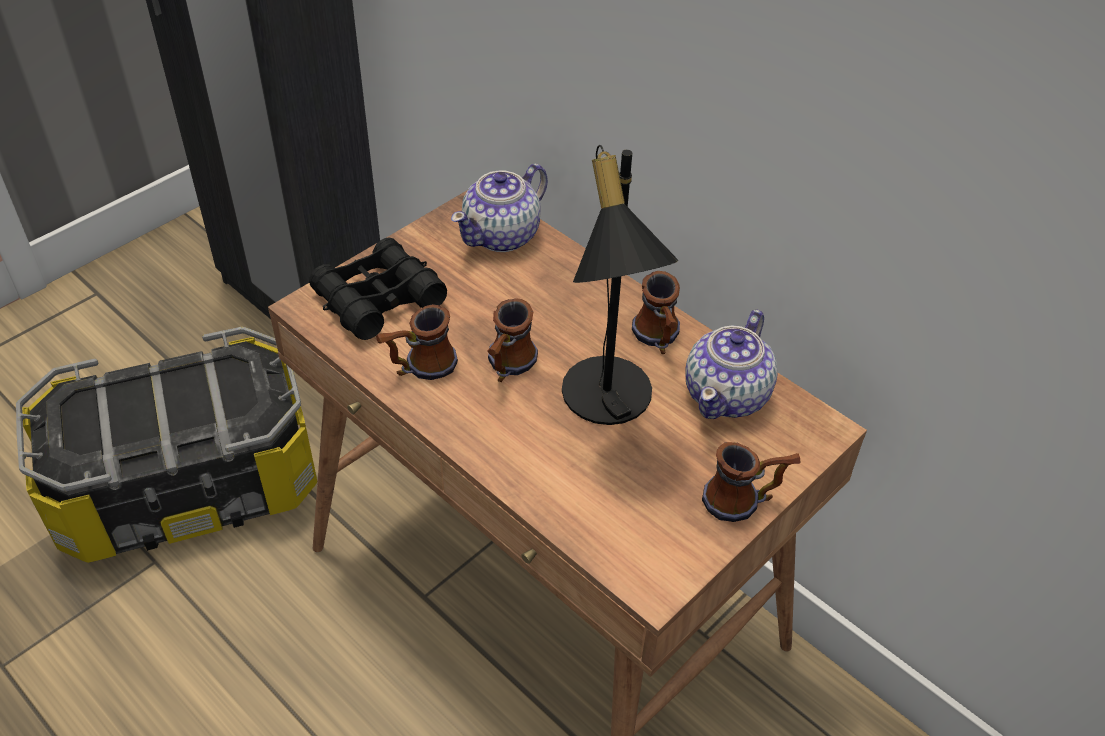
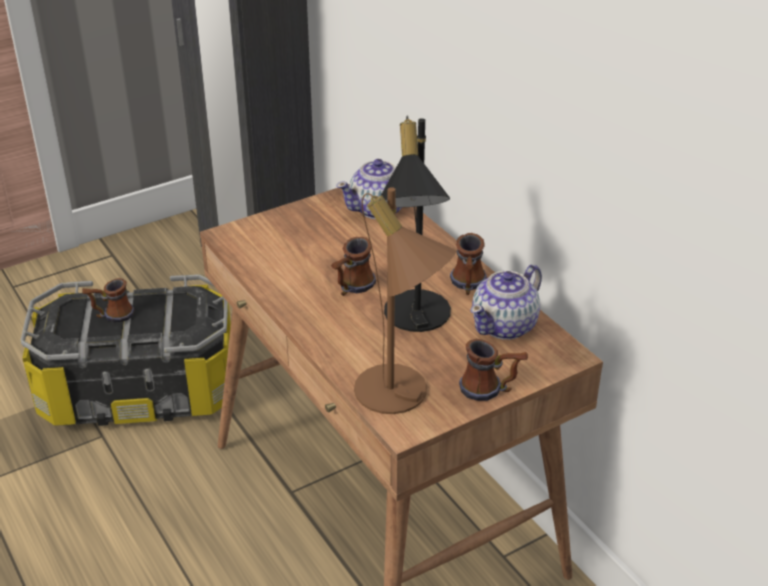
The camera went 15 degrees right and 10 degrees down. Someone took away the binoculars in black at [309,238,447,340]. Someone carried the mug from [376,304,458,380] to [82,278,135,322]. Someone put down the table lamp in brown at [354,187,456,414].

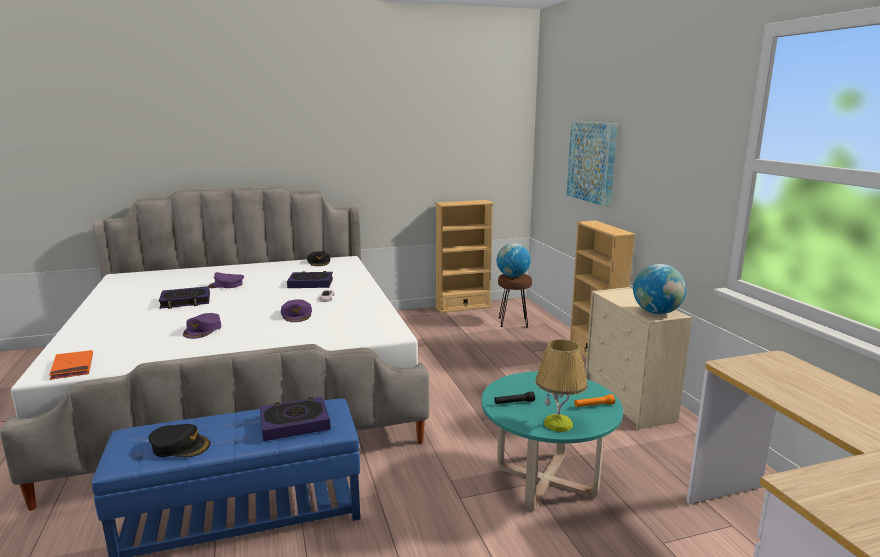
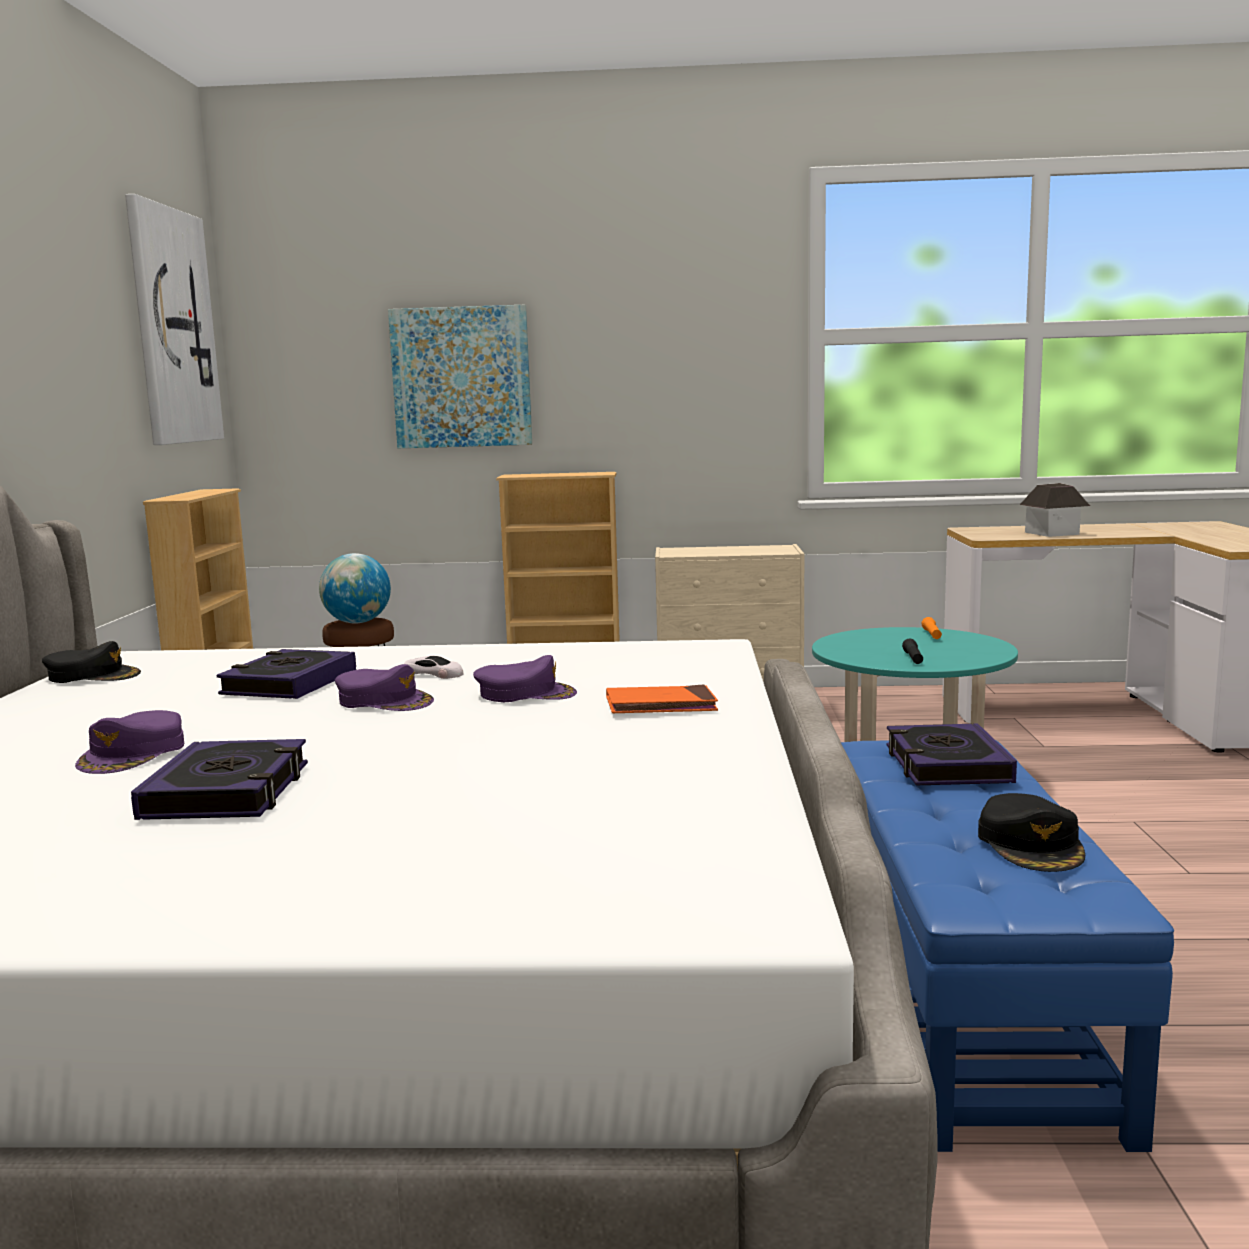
The camera went 70 degrees left and 5 degrees down. Someone carried the book in orange from [49,350,93,380] to [606,684,718,713]. Someone rotated the cap in black at [148,424,210,457] by 150 degrees clockwise. Someone carried the cap in purple from [183,313,221,339] to [335,664,434,711]. Someone took away the table lamp at [535,339,588,432]. Someone took away the globe at [633,264,686,314]. Someone put up the picture at [125,194,224,445]. Someone put down the toy house at [1020,483,1090,537].

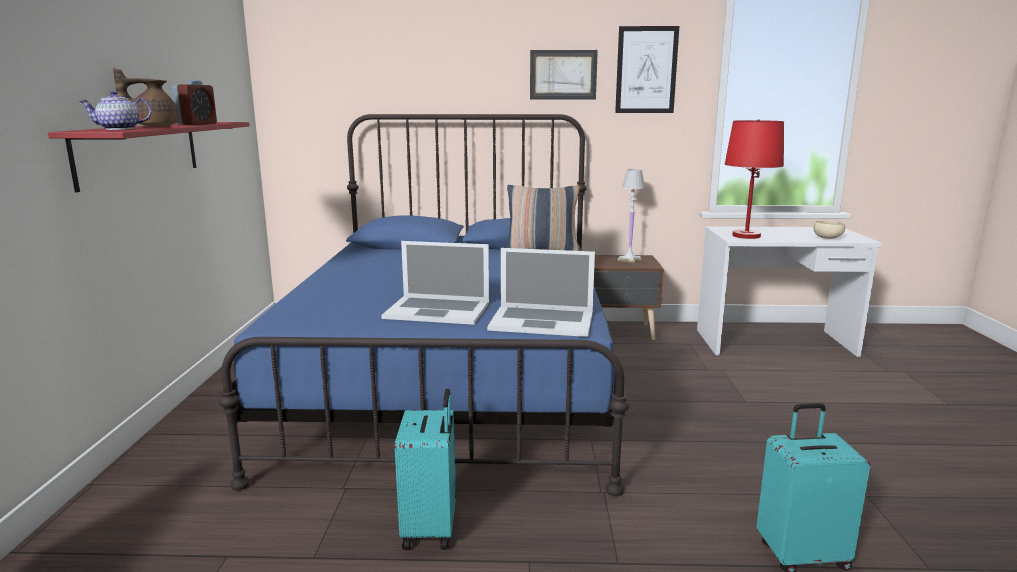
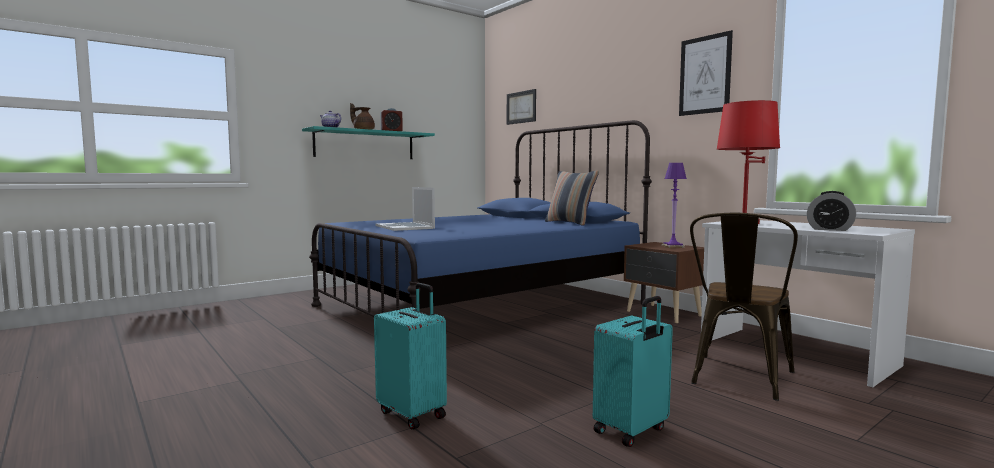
The camera went 50 degrees right and 10 degrees down. Someone repainted the shelf in red at [48,122,250,192], which became the shelf in turquoise at [302,126,435,159]. Someone carried the suitcase in turquoise from [395,389,456,550] to [593,296,673,447]. Someone took away the laptop at [487,248,595,337]. Someone carried the picture from [530,50,598,99] to [507,89,536,125]. Someone repainted the table lamp in white at [617,169,645,263], which became the table lamp in purple at [662,163,687,248]. Someone swapped the bowl in beige at [813,220,845,239] for the alarm clock at [807,191,856,231]. Someone put down the chair in brown at [690,212,798,401].

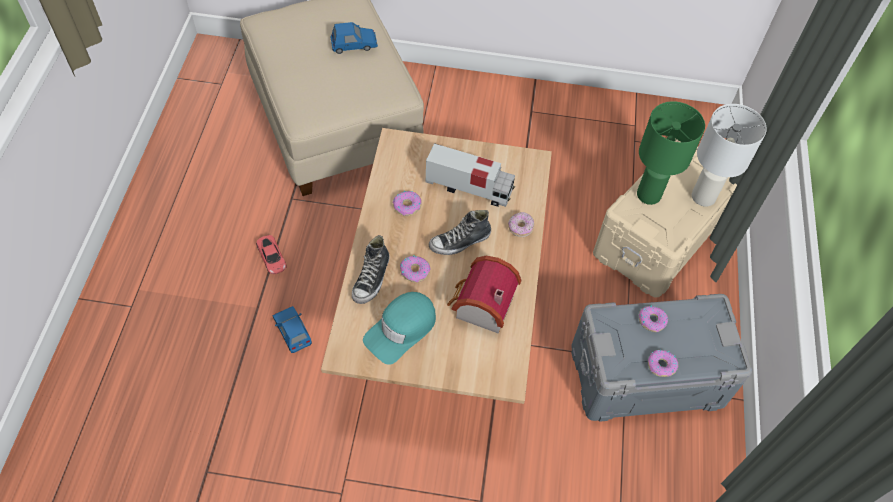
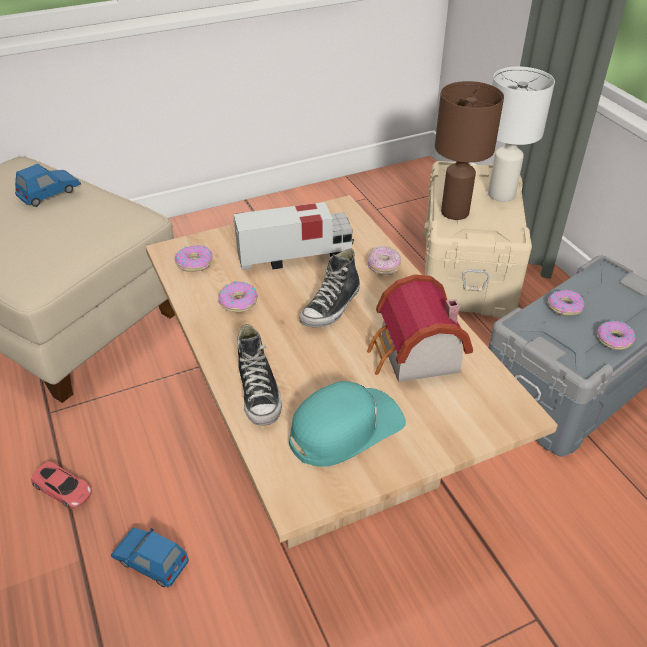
The camera went 30 degrees left and 15 degrees down. Someone rotated the cap in turquoise at [363,292,436,365] by 135 degrees counterclockwise. Someone carried the donut from [400,255,431,283] to [175,245,212,272]. Someone repainted the table lamp in green at [637,101,705,205], which became the table lamp in brown at [435,81,504,220].

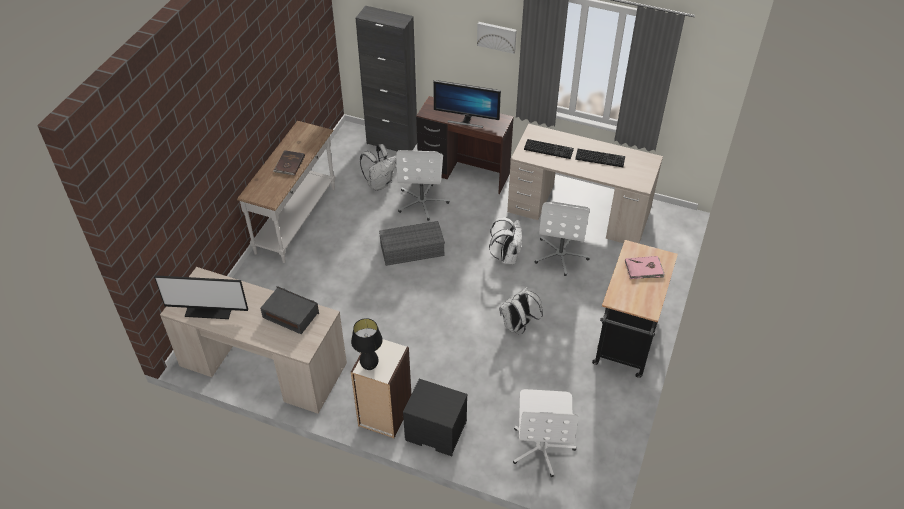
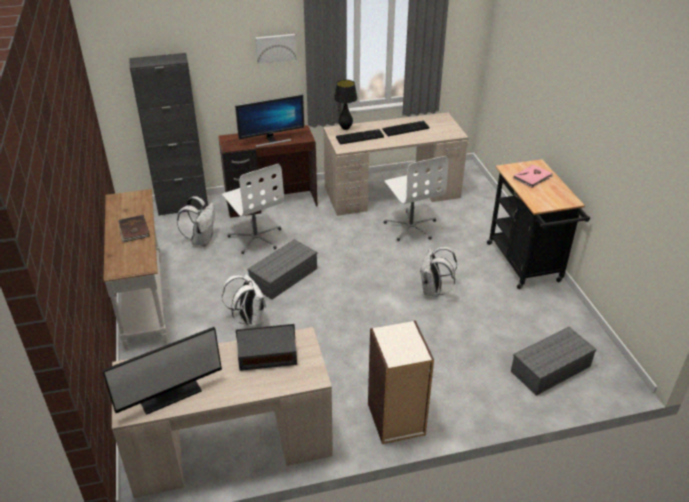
The camera went 35 degrees left and 10 degrees down. Someone carried the table lamp in black from [351,318,383,370] to [334,80,358,130]. Someone took away the nightstand in black at [403,379,468,456]. Someone carried the backpack in white from [489,217,522,264] to [222,274,266,327]. Someone swapped the office chair in white at [513,389,578,477] for the storage box in grey at [511,327,597,396].

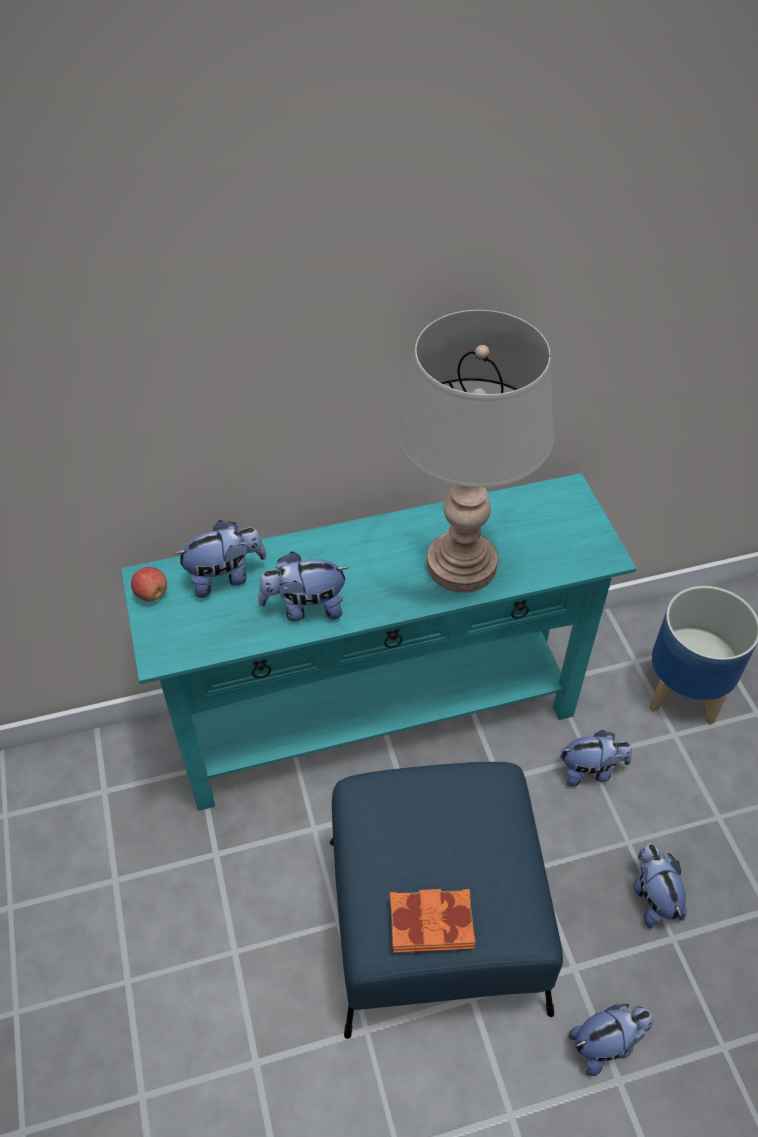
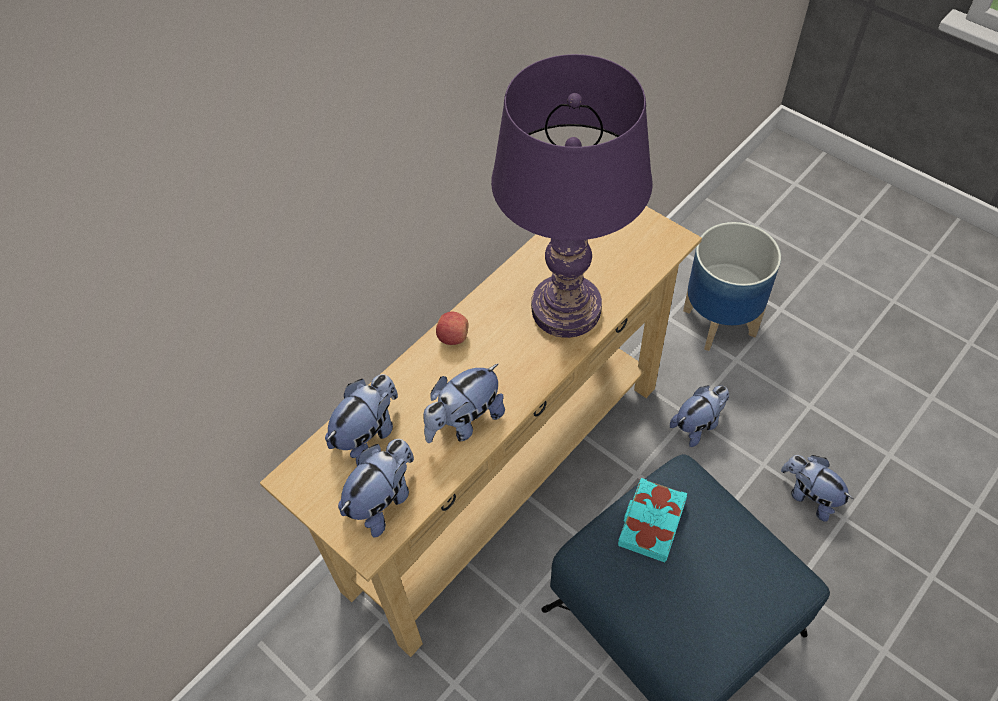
The camera went 30 degrees left and 5 degrees up. Someone repainted the console table in turquoise at [121,473,637,811], which became the console table in beige at [260,206,702,657]. Someone carried the apple from [131,567,167,601] to [436,312,469,345]. Someone took away the book in orange at [390,889,475,953]. Someone repainted the table lamp in grey at [396,310,554,593], which became the table lamp in purple at [491,54,653,338]. Someone carried the plush toy from [568,1004,653,1076] to [338,439,414,538]. Someone put down the book in turquoise at [618,478,687,562].

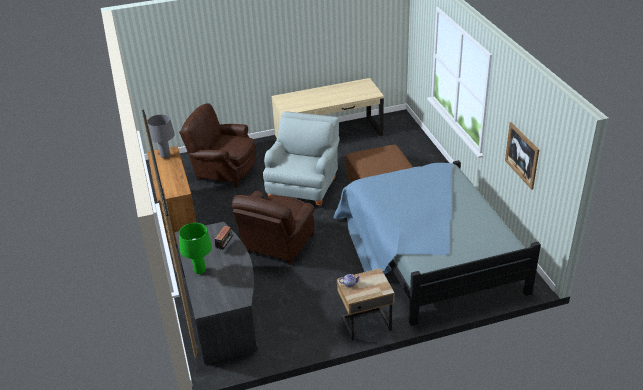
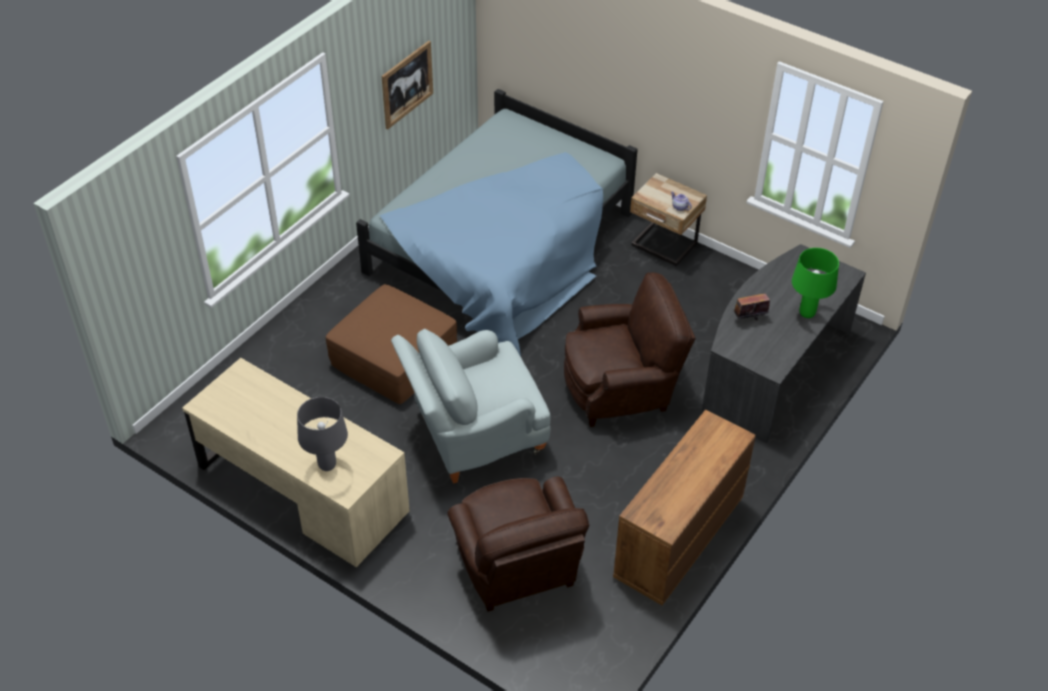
The camera went 130 degrees left and 10 degrees up. Someone carried the table lamp in grey from [147,114,175,159] to [297,397,348,471].

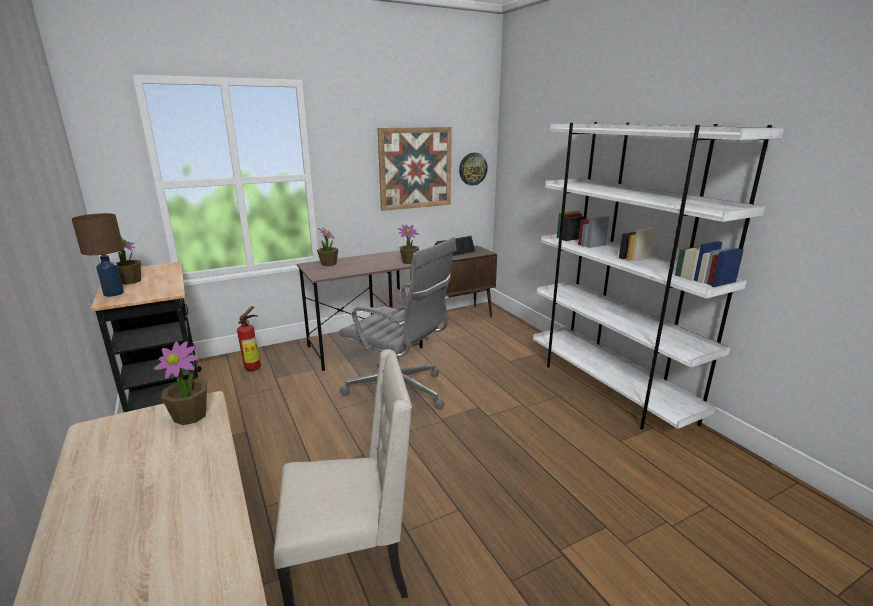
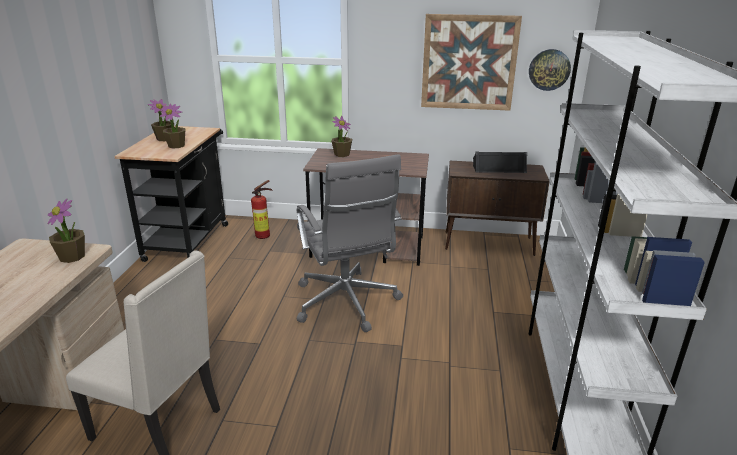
The camera went 35 degrees right and 5 degrees up. Someone took away the table lamp in brown at [72,213,124,297]. Someone carried the potted plant from [398,225,419,264] to [160,104,185,149].

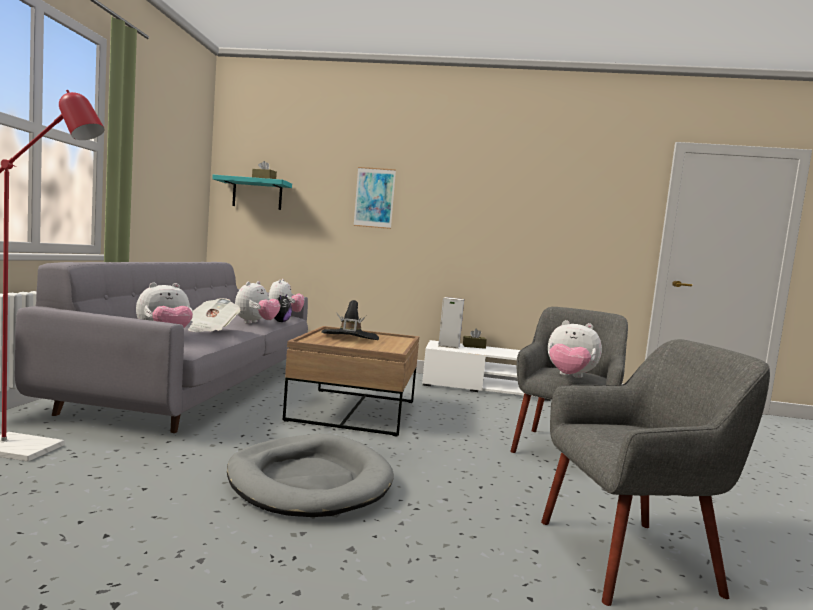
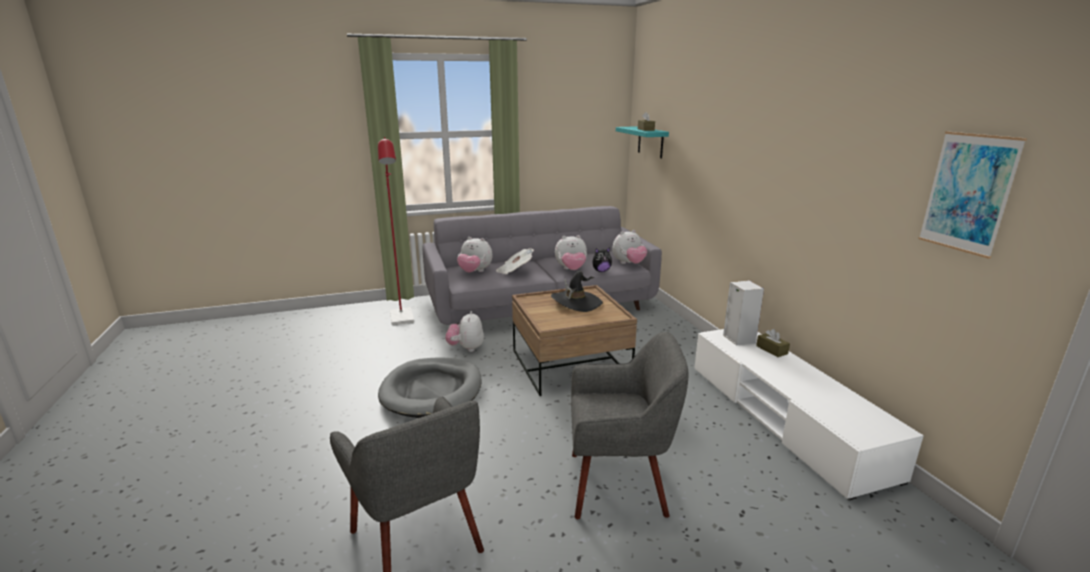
The camera went 65 degrees right and 15 degrees up. Someone carried the picture from [353,167,396,229] to [918,131,1027,259]. Someone carried the plush toy from [548,320,602,378] to [445,311,484,352].

